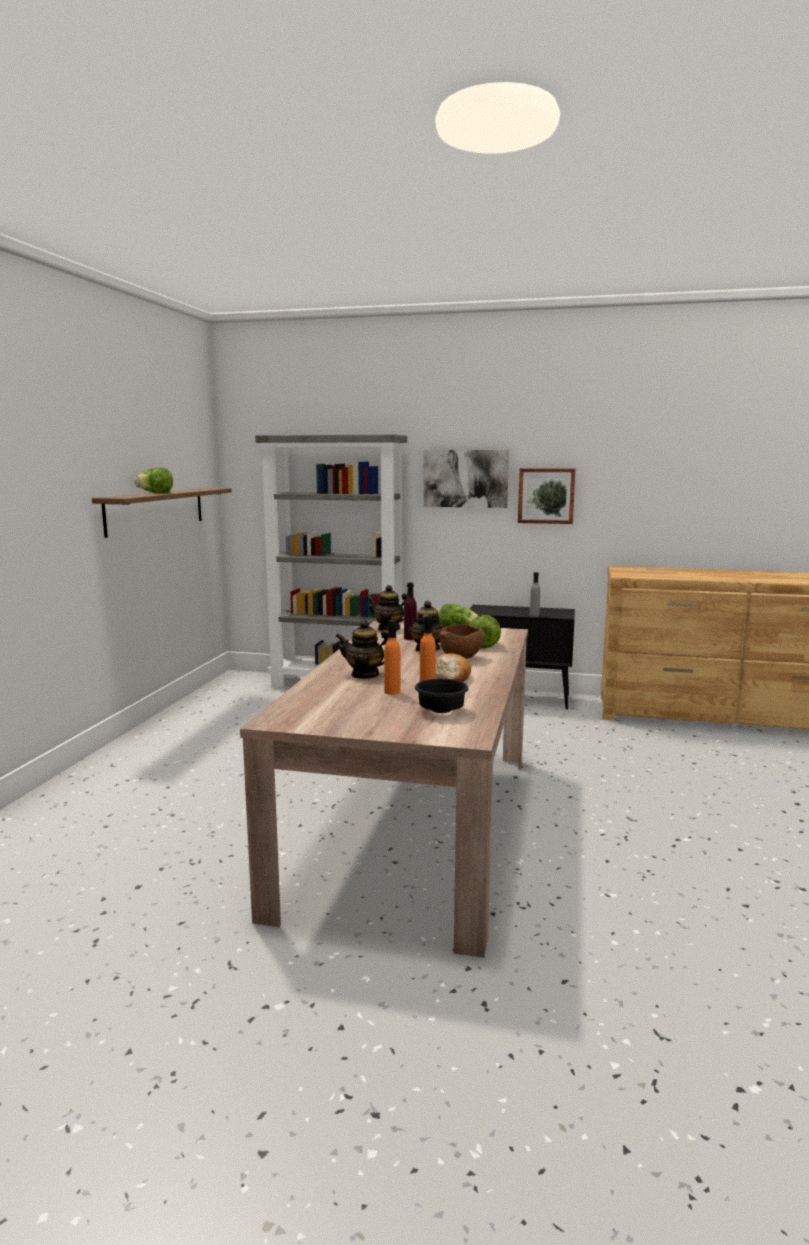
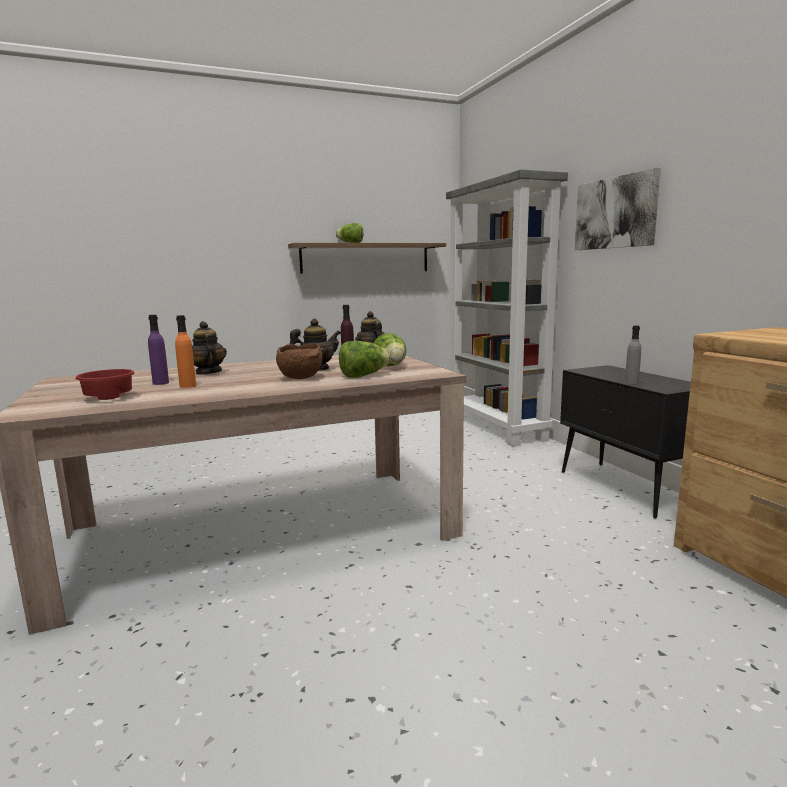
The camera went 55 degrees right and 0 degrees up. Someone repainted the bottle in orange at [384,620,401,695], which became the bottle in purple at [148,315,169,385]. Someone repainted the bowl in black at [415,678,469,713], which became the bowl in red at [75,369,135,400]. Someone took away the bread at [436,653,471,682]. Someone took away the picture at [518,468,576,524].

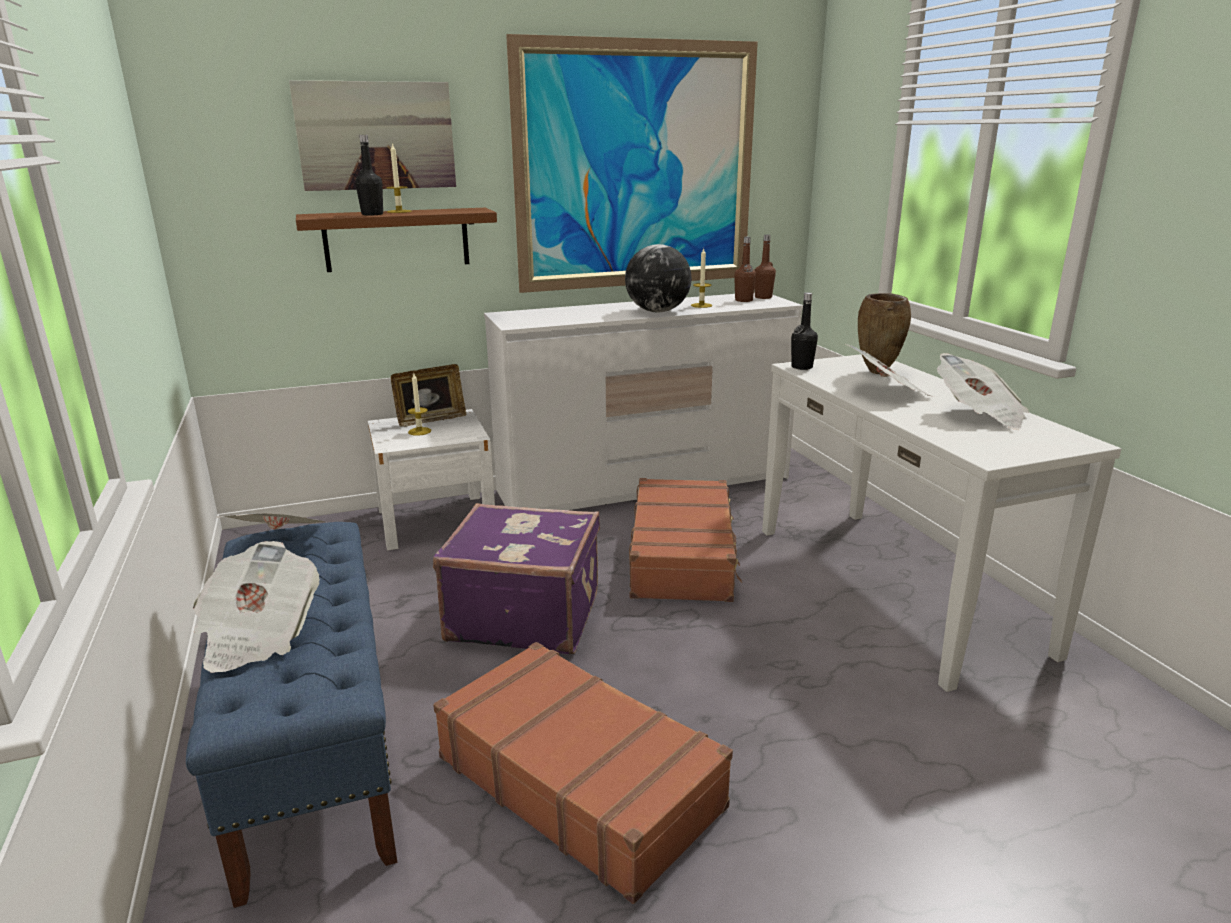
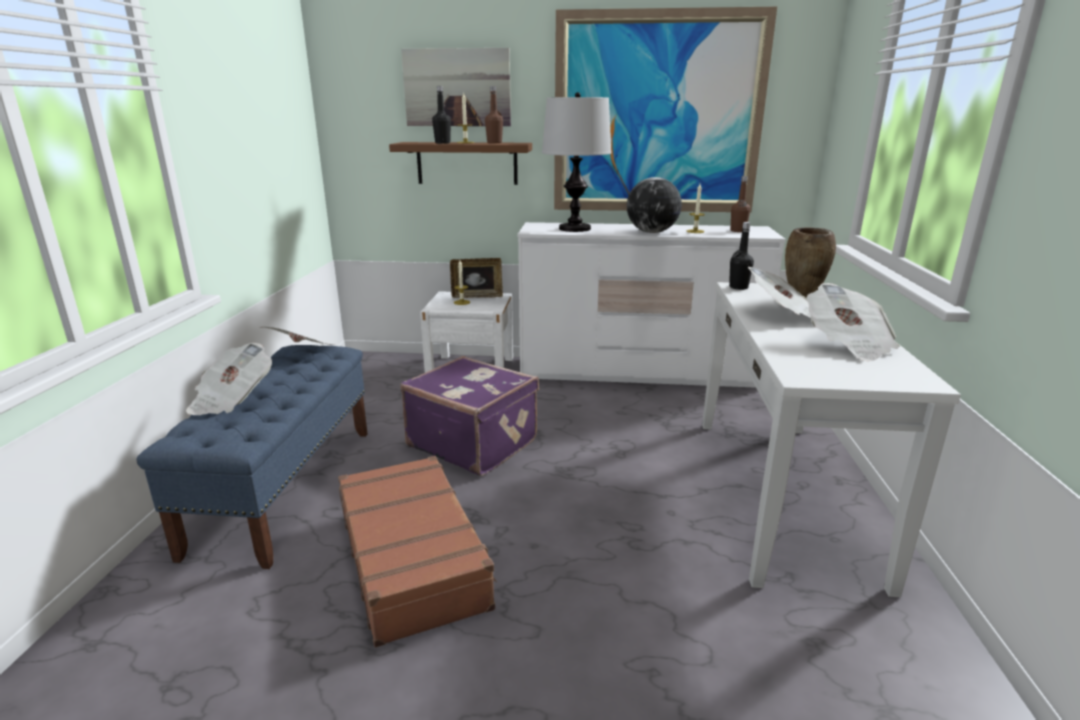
The camera went 25 degrees right and 0 degrees up. Someone took away the suitcase in brown at [629,478,742,602]. Someone carried the bottle in brown from [755,235,776,299] to [485,86,503,143]. Someone put down the table lamp at [542,92,611,232].

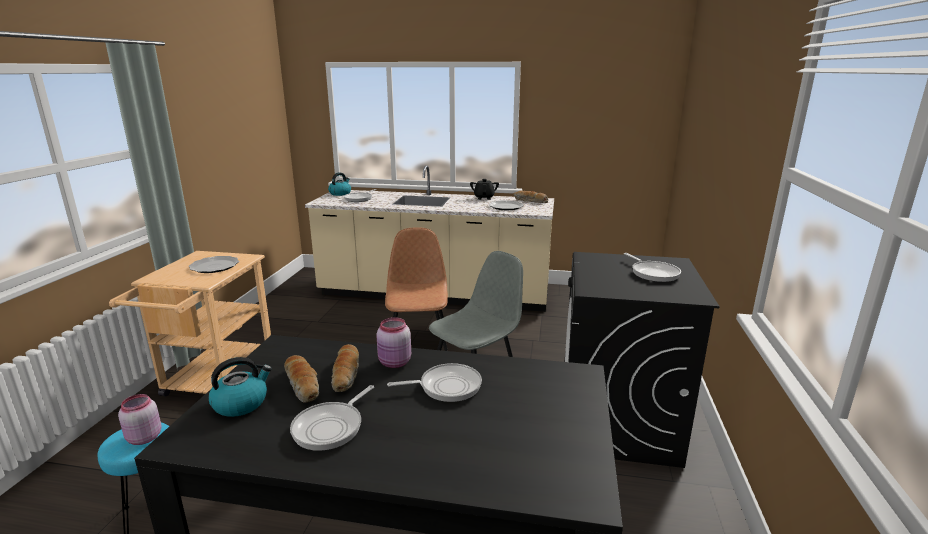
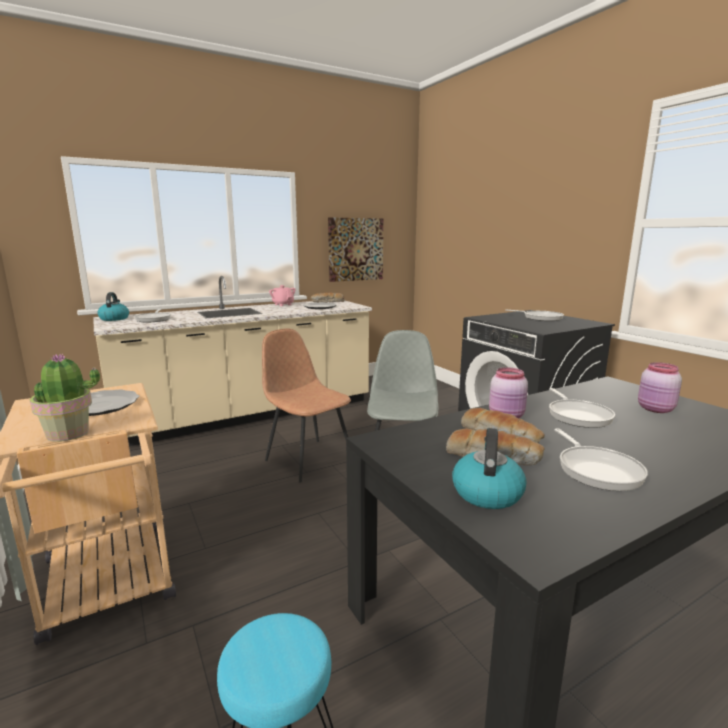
The camera went 40 degrees left and 5 degrees down. Someone carried the jar in pink from [118,394,162,445] to [638,362,682,413]. Someone rotated the frying pan at [387,363,482,402] by 135 degrees clockwise. Someone repainted the teapot in black at [470,179,499,200], which became the teapot in pink at [269,285,295,306]. Someone put down the potted plant at [30,354,100,442]. Someone put up the picture at [328,217,383,282].

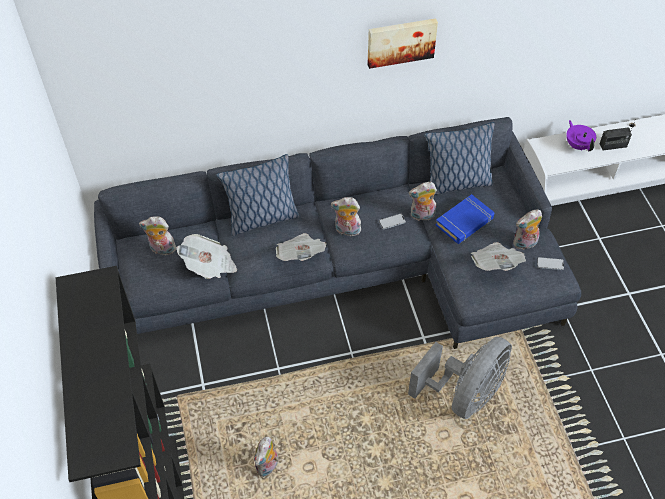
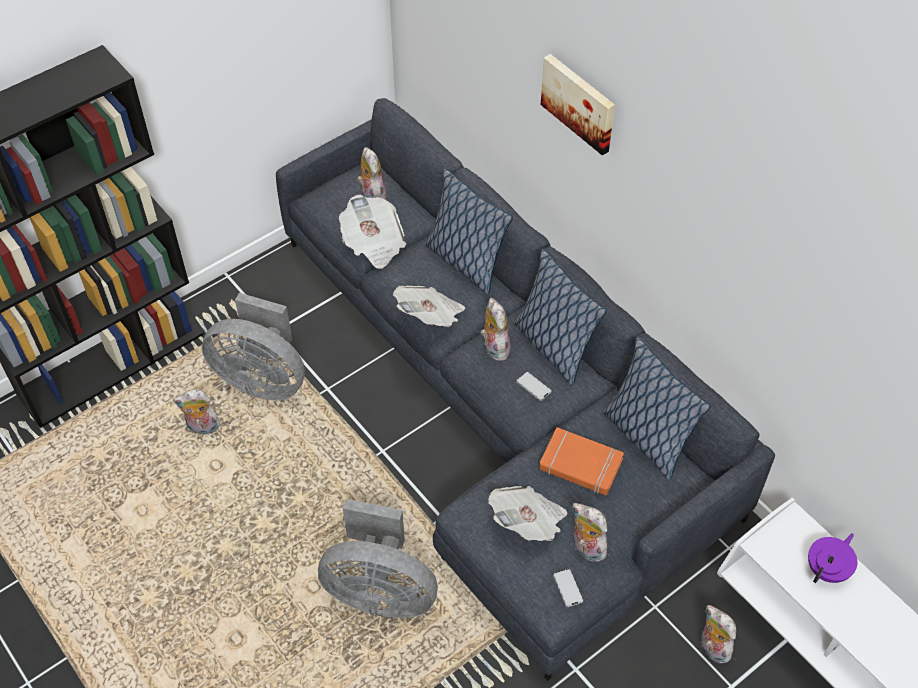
The camera went 65 degrees right and 0 degrees up. Someone carried the picture from [367,18,438,69] to [541,54,615,155]. Someone carried the plush toy from [409,182,437,221] to [701,605,736,663]. Someone repainted the book in blue at [436,194,494,244], which became the book in orange at [539,427,624,495]. Someone took away the radio at [600,119,636,150]. Someone put down the fan in grey at [202,293,305,400]. Someone put down the pillow at [514,249,607,385].

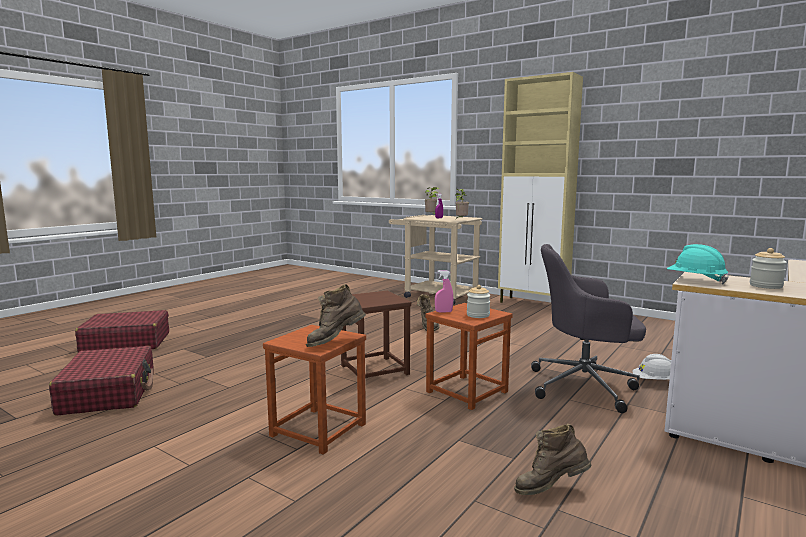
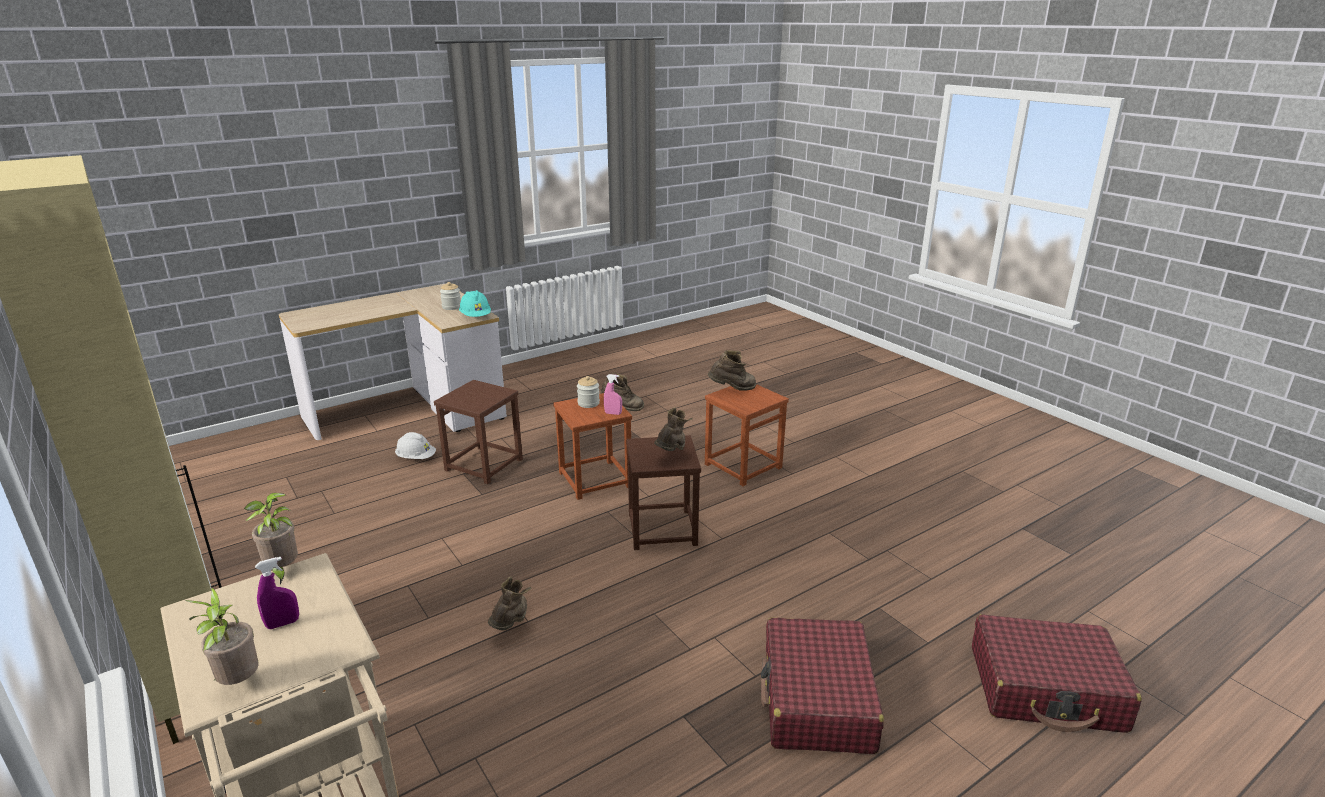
The camera went 160 degrees left and 15 degrees up. Someone carried the suitcase in red from [49,346,154,415] to [761,618,884,754]. Someone swapped the office chair in grey at [531,244,646,413] for the stool in brown at [434,380,523,484]. Someone put down the boot in brown at [654,408,693,451].

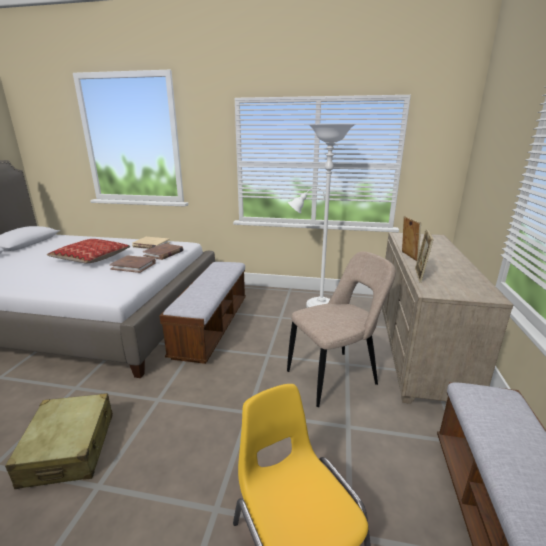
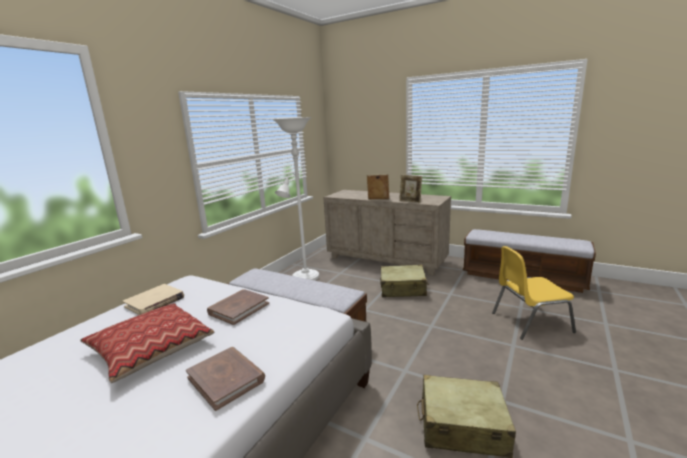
The camera went 70 degrees left and 5 degrees down. Someone carried the book in brown from [143,243,183,260] to [186,347,265,411]. Someone swapped the chair in beige at [287,251,396,407] for the suitcase in beige at [380,265,429,297].

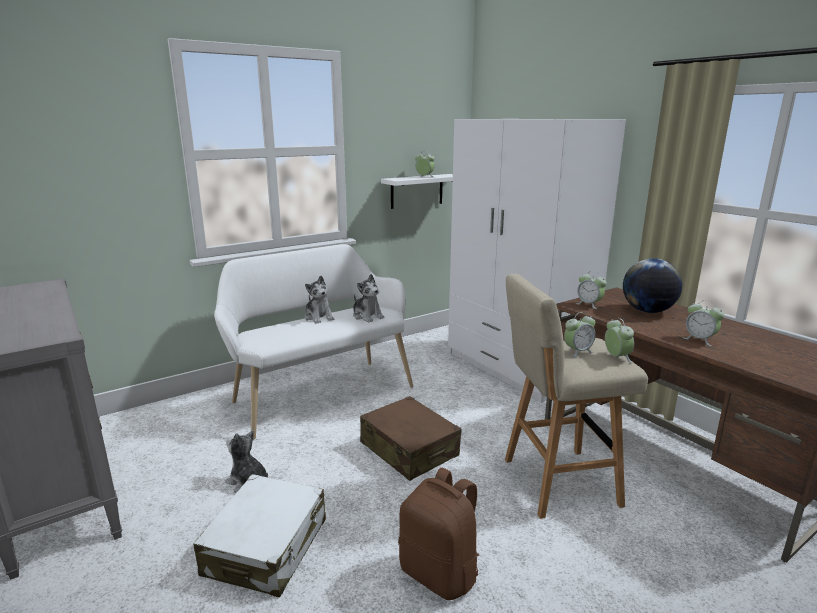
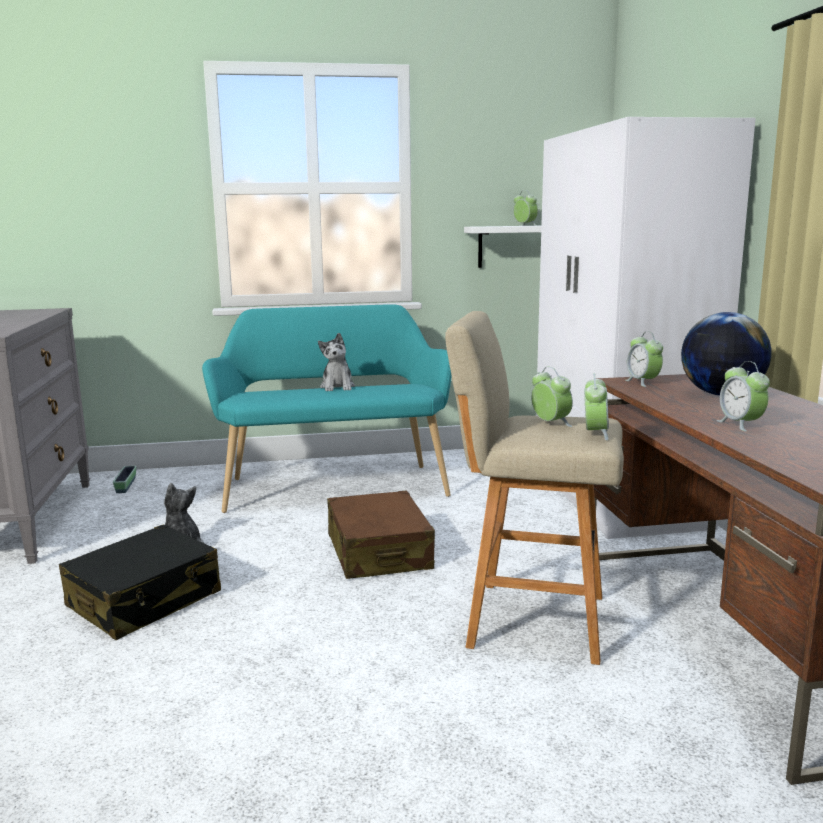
The camera went 25 degrees right and 5 degrees down. Someone repainted the suitcase in white at [193,474,326,597], which became the suitcase in black at [59,524,221,640]. Someone repainted the bench in white at [214,244,413,440], which became the bench in turquoise at [202,304,452,513]. Someone took away the plush toy at [353,274,384,322]. Someone took away the backpack in brown at [398,468,479,600]. Someone rotated the alarm clock at [564,312,596,357] by 120 degrees counterclockwise. Someone put down the planter at [113,466,136,493].

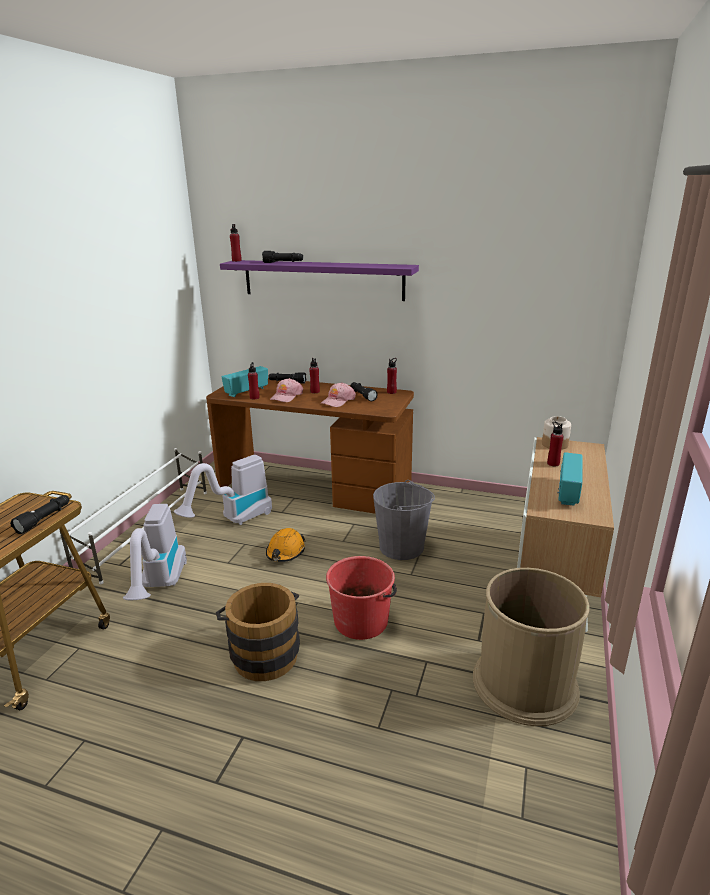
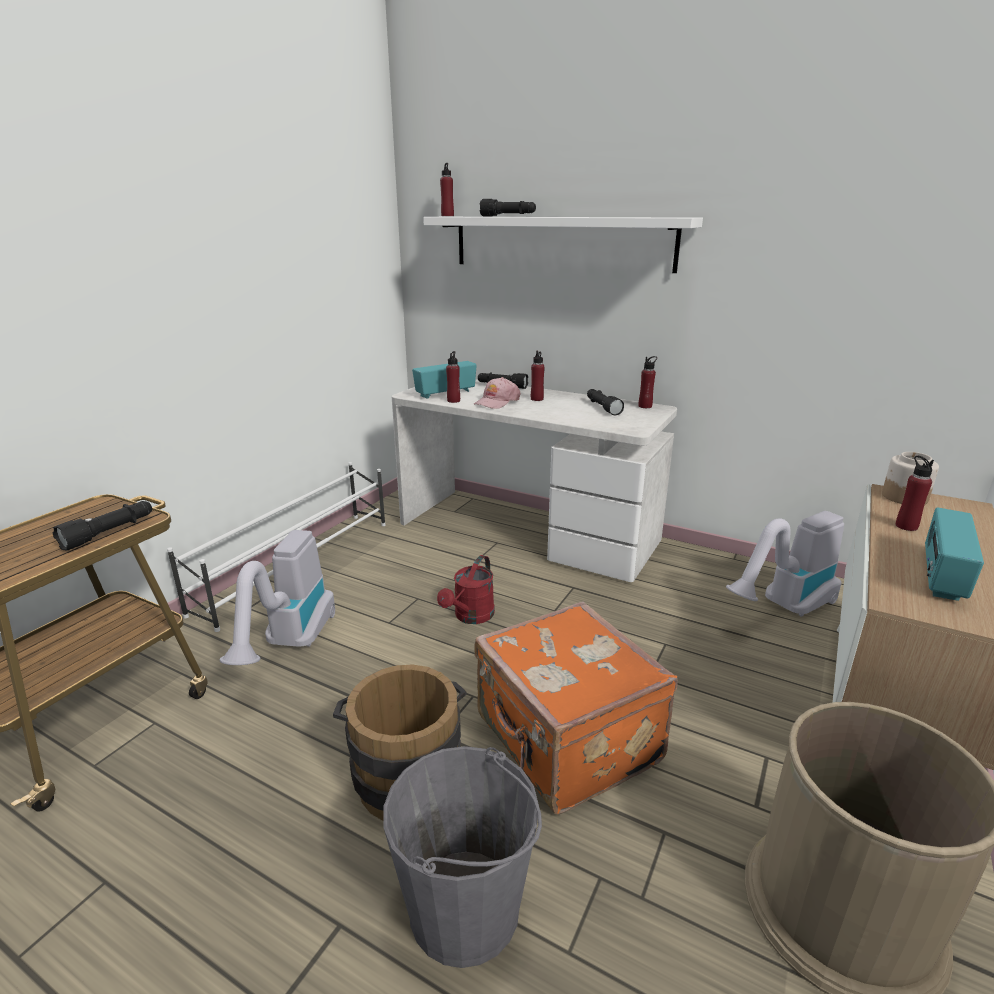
The camera went 10 degrees right and 0 degrees up. Someone carried the vacuum cleaner from [174,455,272,525] to [726,511,844,617]. Someone repainted the desk in brown at [206,378,414,514], which became the desk in white at [391,379,677,582]. Someone repainted the shelf in purple at [220,260,419,301], which became the shelf in white at [423,217,703,273]. Someone swapped the hard hat in orange at [266,528,306,562] for the watering can in red at [437,555,495,624]. Someone took away the cap in pink at [321,382,356,407]. Someone swapped the bucket in red at [326,556,397,640] for the suitcase in orange at [475,601,678,815]. Someone carried the bucket in grey from [373,480,435,560] to [383,746,542,968].

